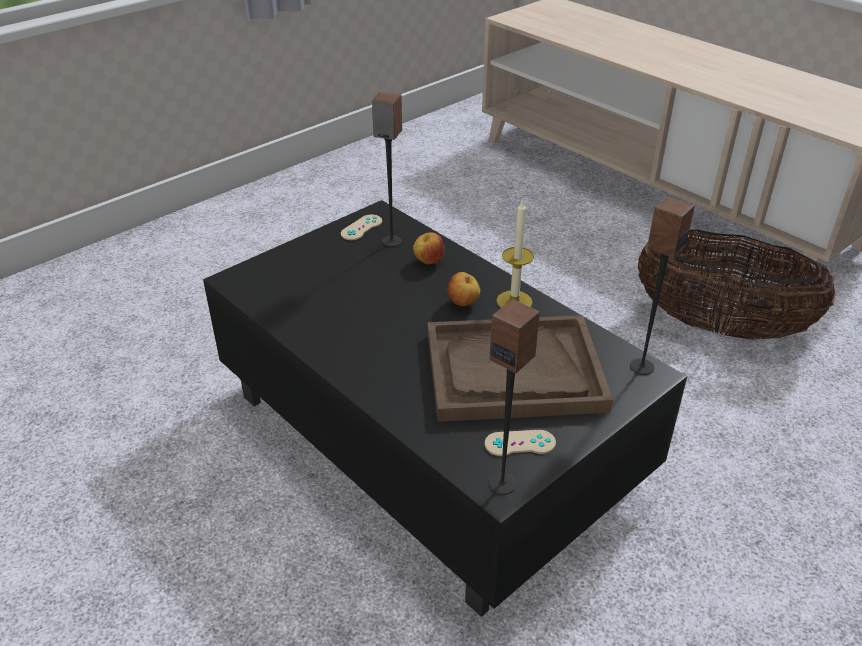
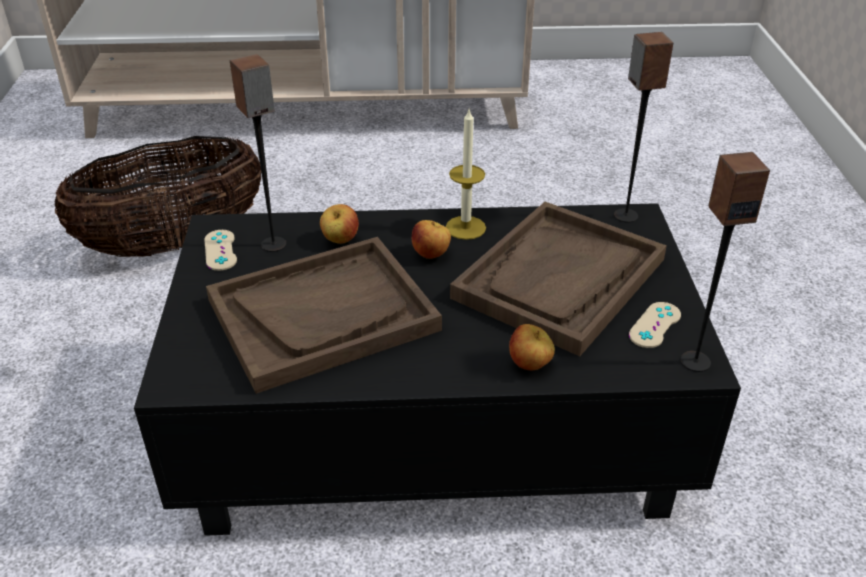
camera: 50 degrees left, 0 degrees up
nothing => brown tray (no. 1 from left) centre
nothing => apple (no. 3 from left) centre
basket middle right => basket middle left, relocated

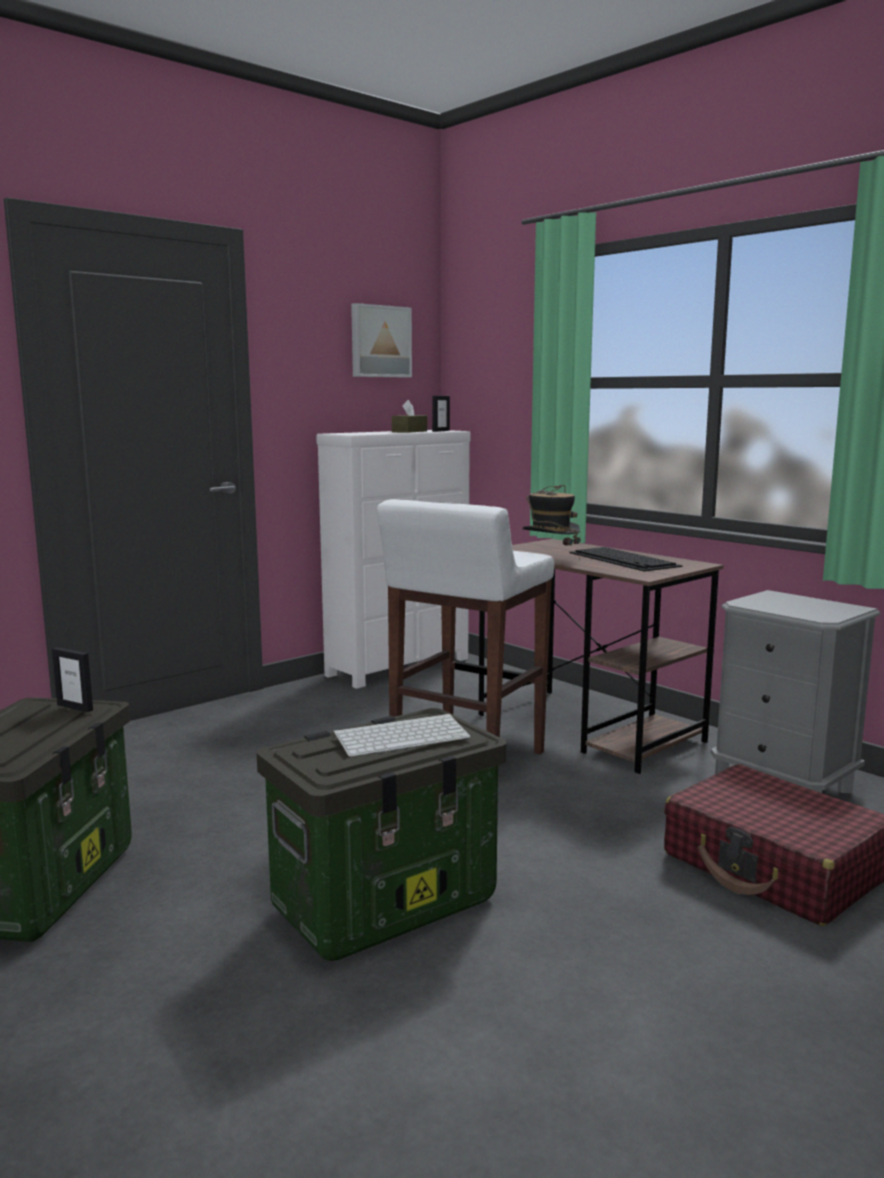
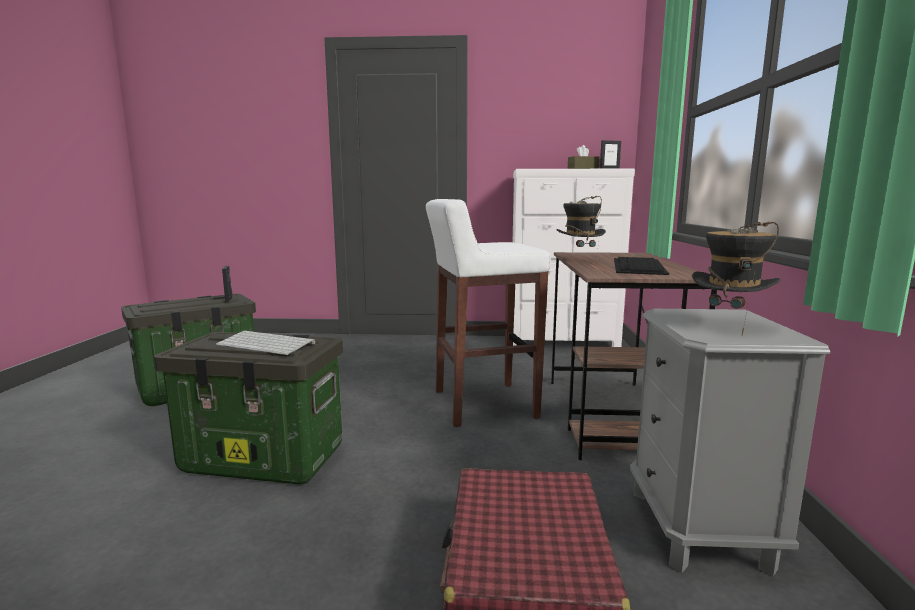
camera: 45 degrees right, 0 degrees up
picture top centre => nothing
nothing => hat (no. 2 from left) middle right

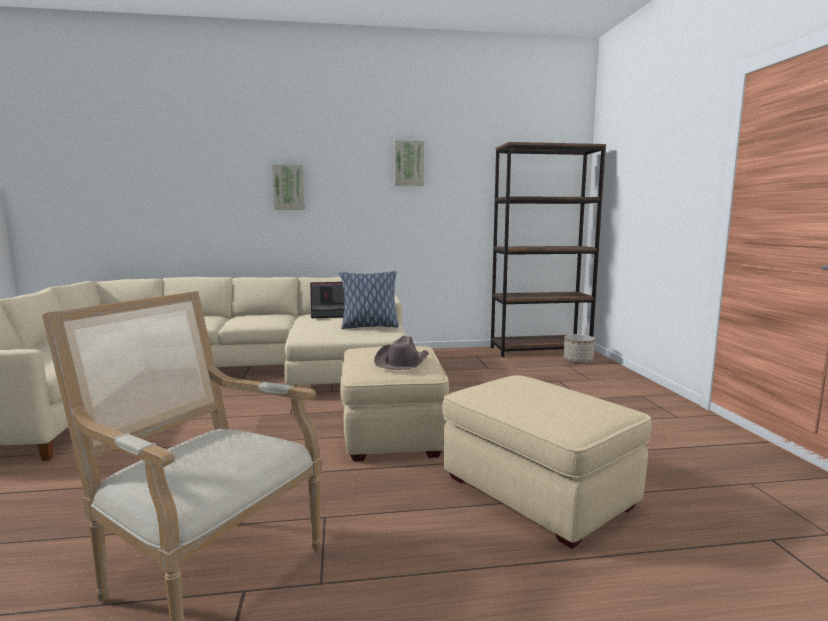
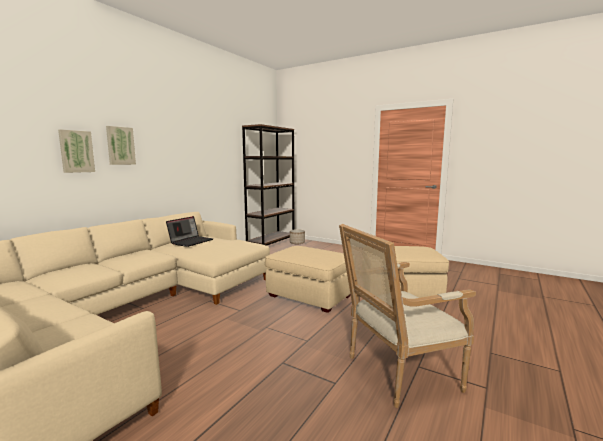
camera: 50 degrees left, 0 degrees up
pillow centre => nothing
brown hat centre => nothing
picture (no. 2 from left in the first image) top centre => picture (no. 1 from left) middle left, relocated

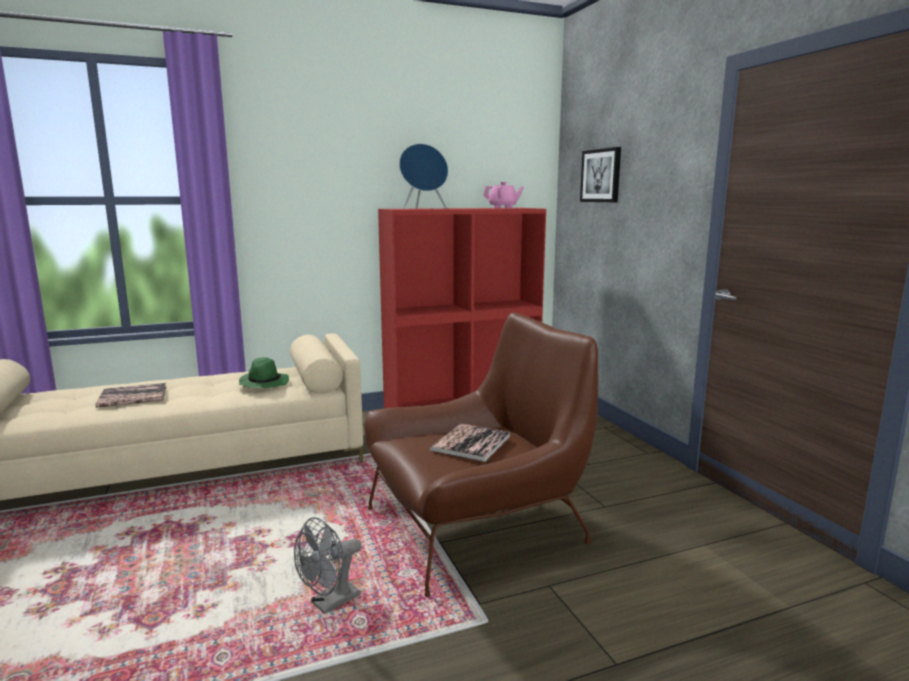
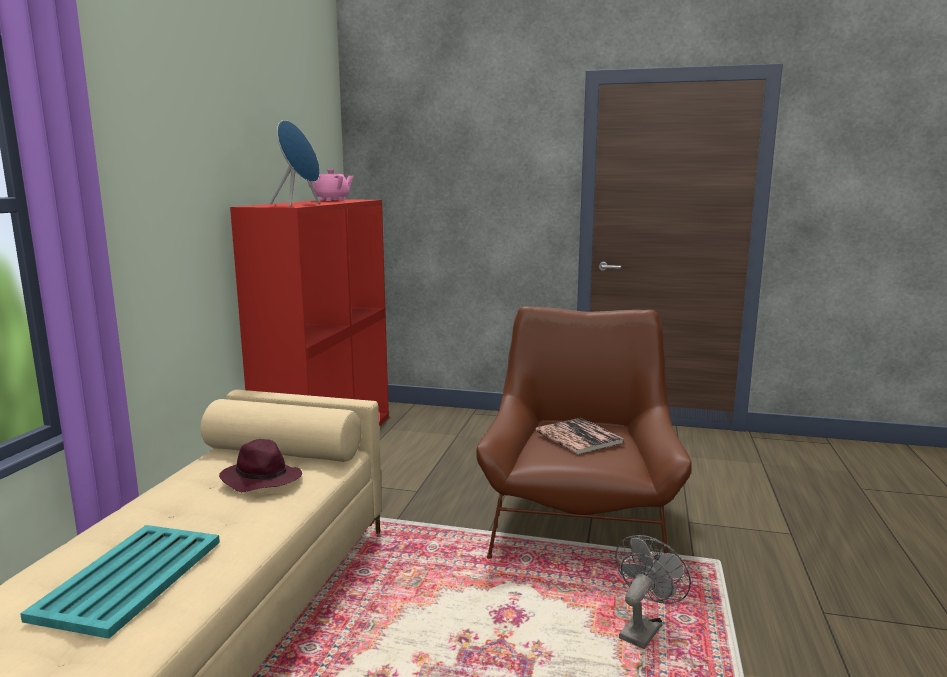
camera: 55 degrees left, 0 degrees up
picture top centre => nothing
book (no. 1 from left) middle left => turquoise tray bottom left
green hat middle left => purple hat bottom left
grey fan bottom centre => grey fan bottom right, 135 degrees counterclockwise

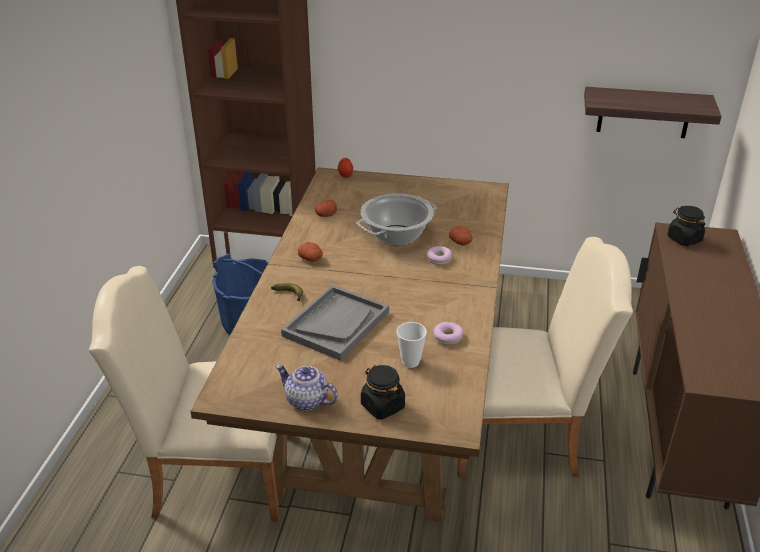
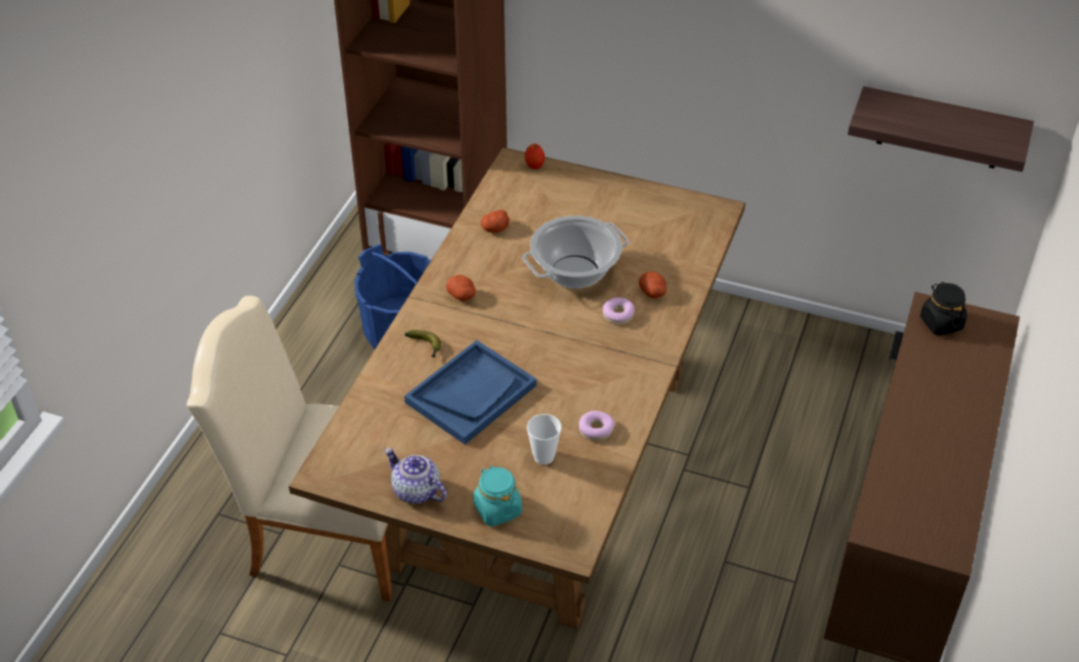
camera: 10 degrees right, 10 degrees up
beige chair (no. 2 from left) middle right => nothing
grey tray centre => blue tray centre
black jar (no. 1 from left) bottom centre => turquoise jar bottom centre

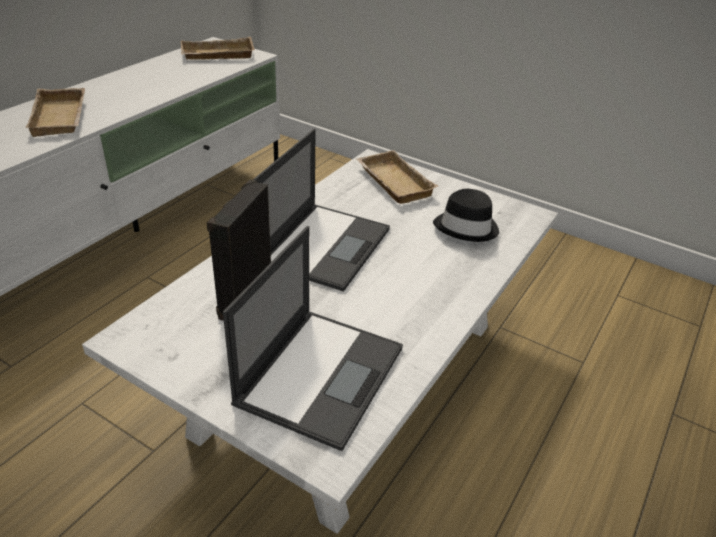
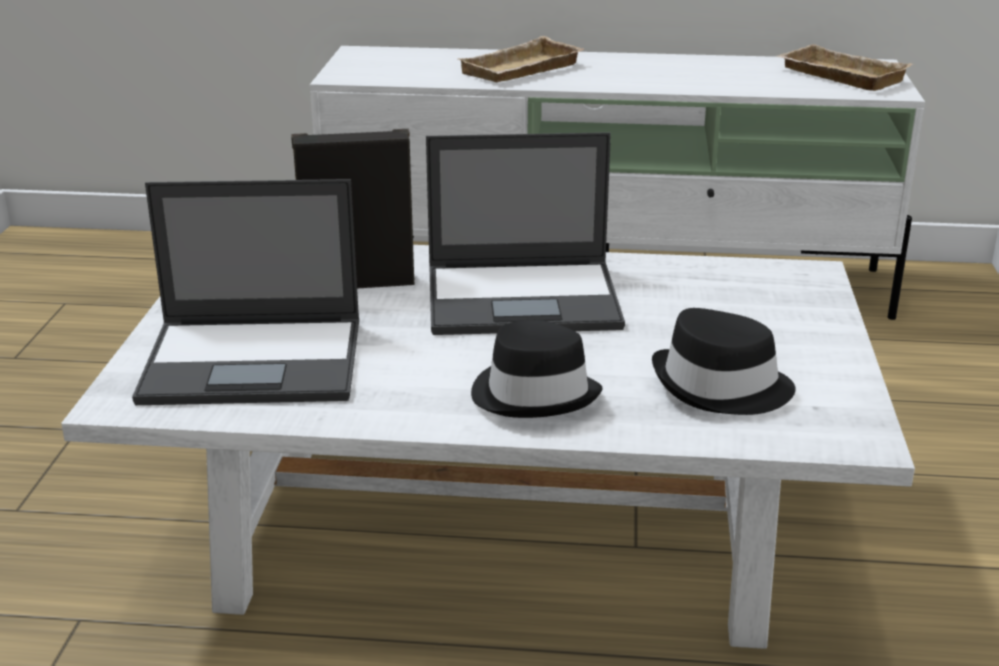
camera: 65 degrees right, 10 degrees down
beige tray (no. 3 from left) top centre => nothing
nothing => black hat (no. 1 from left) centre

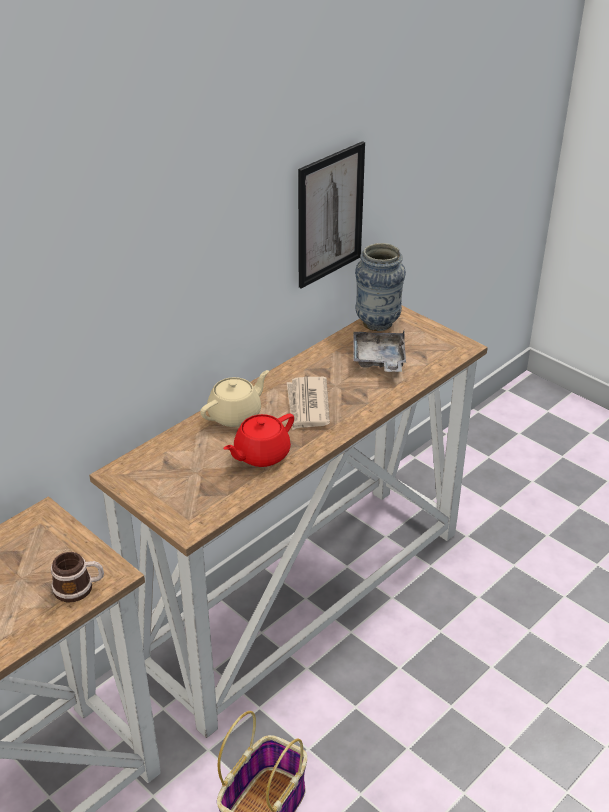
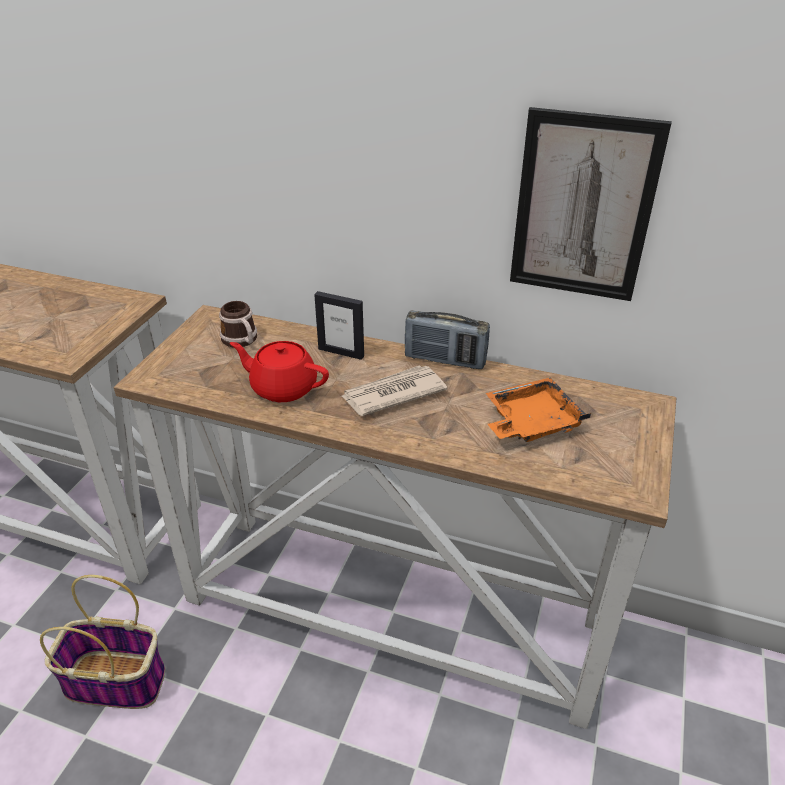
camera: 65 degrees right, 0 degrees up
vase centre => nothing
nothing => radio centre
mug bottom left => mug middle left, relocated
beige teapot centre => picture frame centre
grey tray centre => orange tray middle right

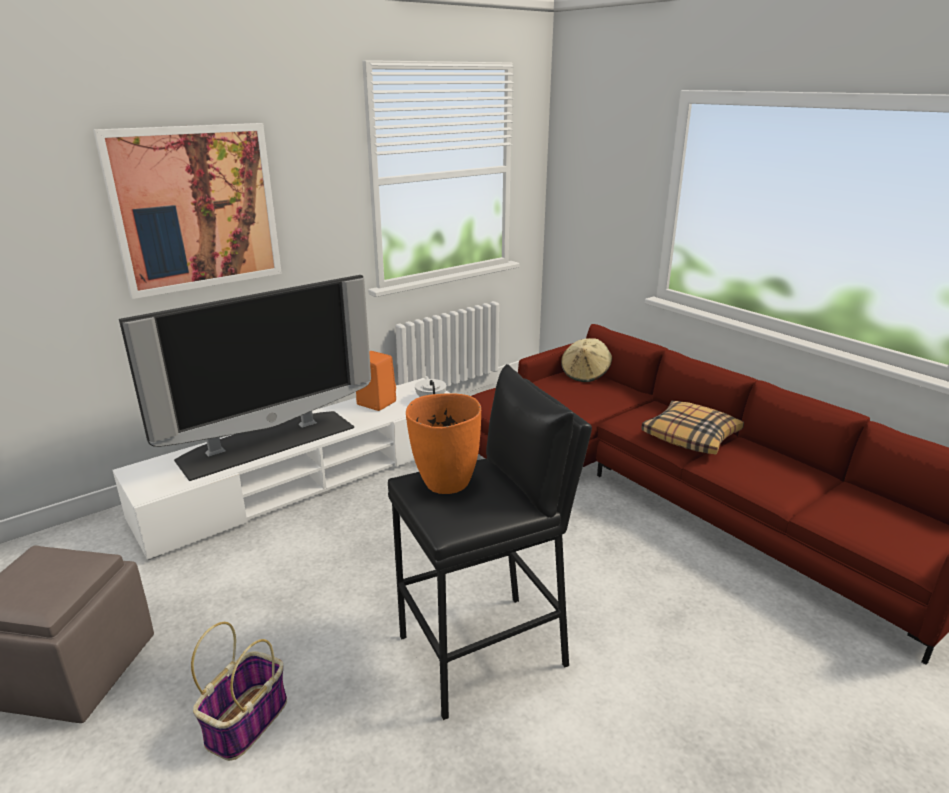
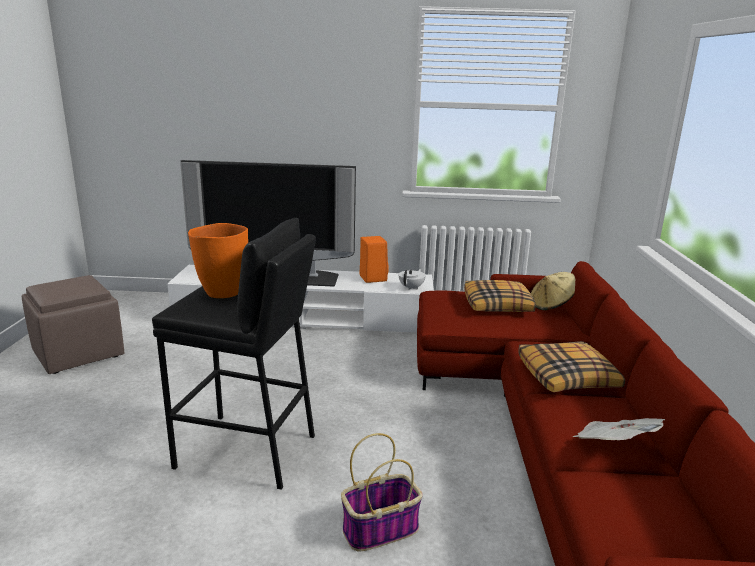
camera: 40 degrees right, 5 degrees down
picture top left => nothing
nothing => pillow (no. 1 from left) centre
nothing => newspaper bottom right
basket bottom left => basket bottom centre, relocated

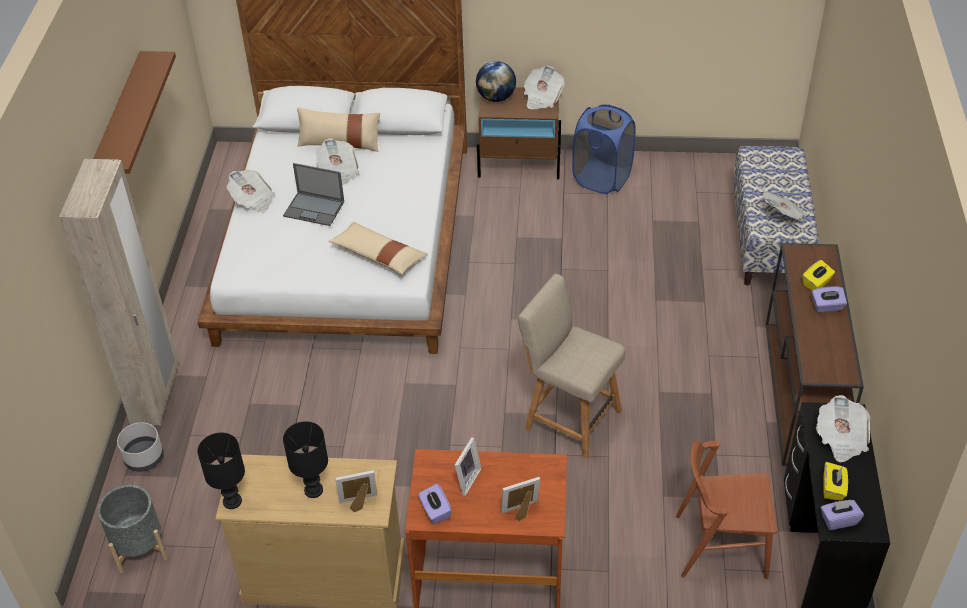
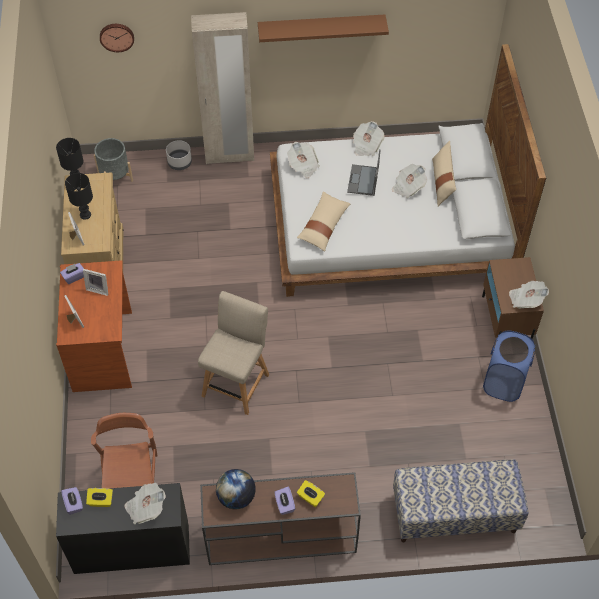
camera: 80 degrees right, 10 degrees up
nothing => wall clock top left
globe top centre => globe bottom centre, relocated
newspaper (no. 4 from left in the first image) middle right => newspaper (no. 2 from left) top centre, relocated

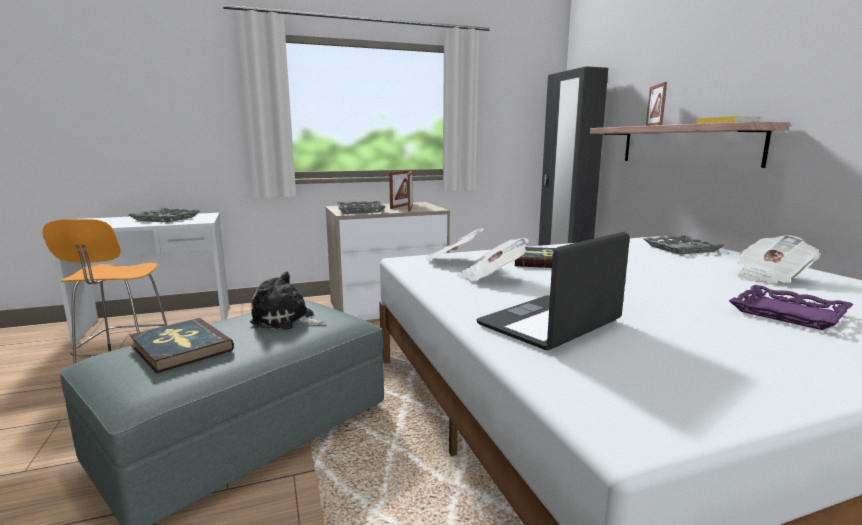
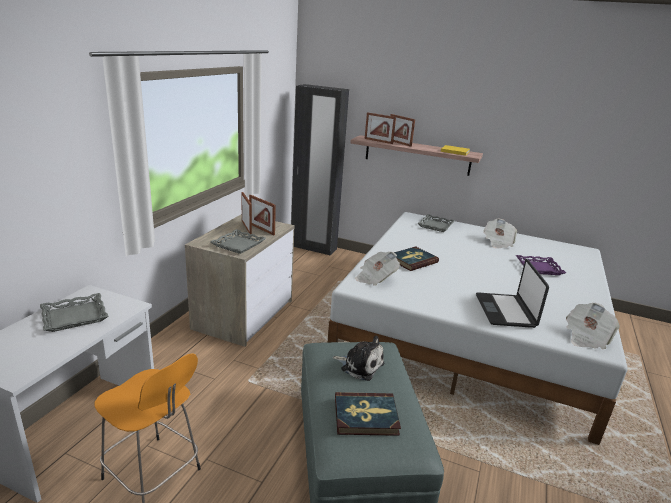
camera: 50 degrees left, 10 degrees up
nothing => picture frame (no. 3 from left) top centre
newspaper (no. 2 from left in the first image) centre => newspaper (no. 3 from left) middle right, relocated
plush toy middle left => plush toy bottom centre, 120 degrees counterclockwise

